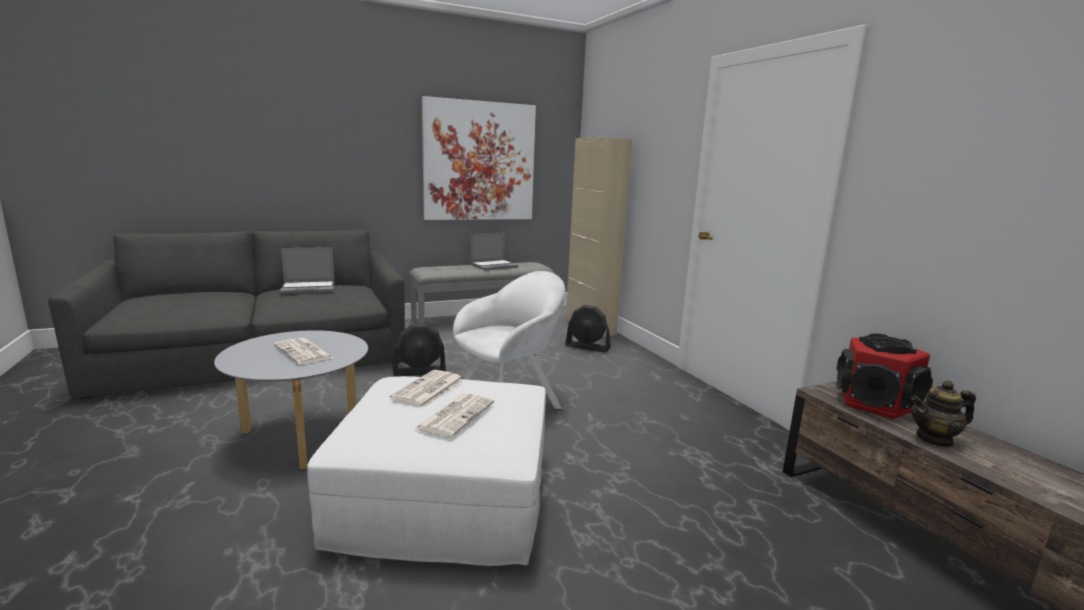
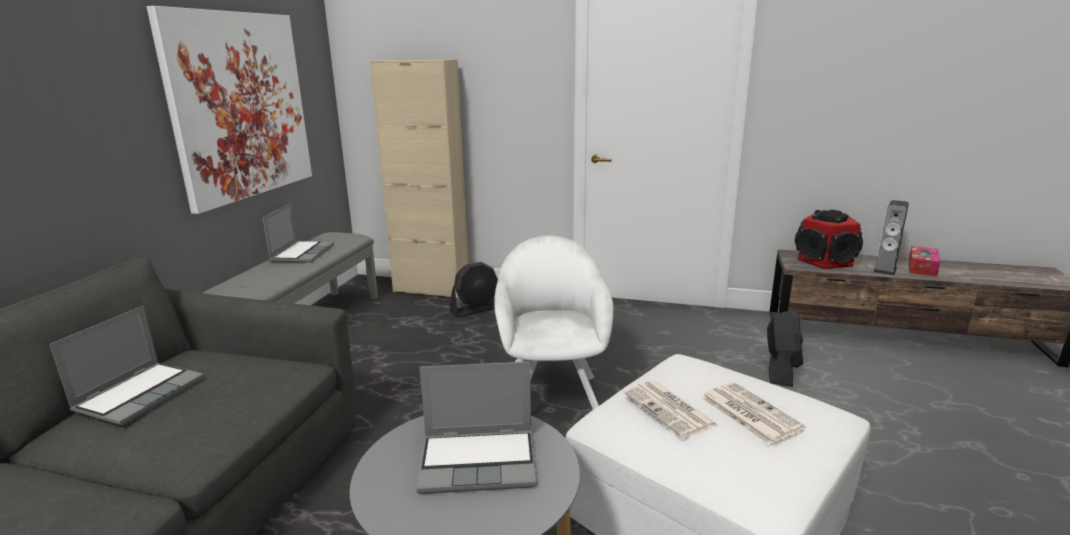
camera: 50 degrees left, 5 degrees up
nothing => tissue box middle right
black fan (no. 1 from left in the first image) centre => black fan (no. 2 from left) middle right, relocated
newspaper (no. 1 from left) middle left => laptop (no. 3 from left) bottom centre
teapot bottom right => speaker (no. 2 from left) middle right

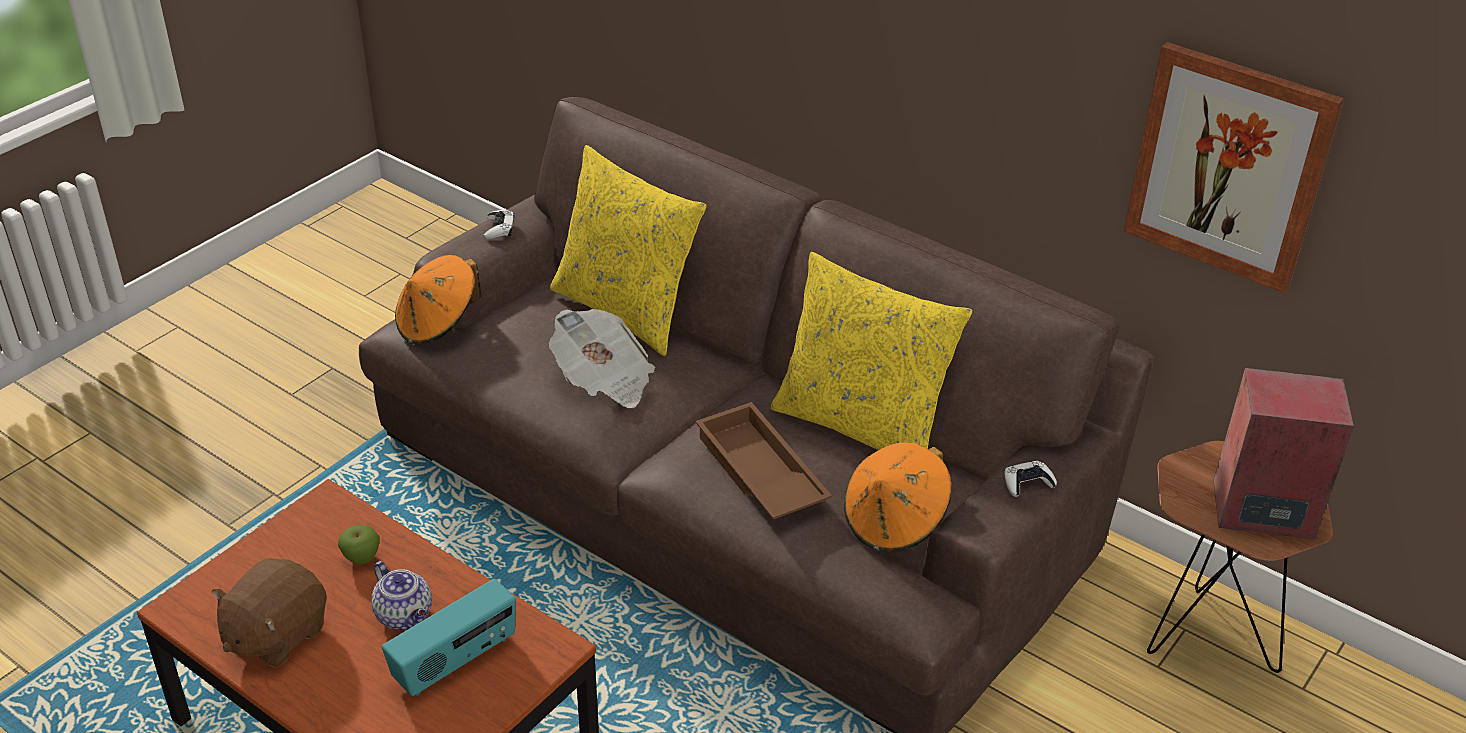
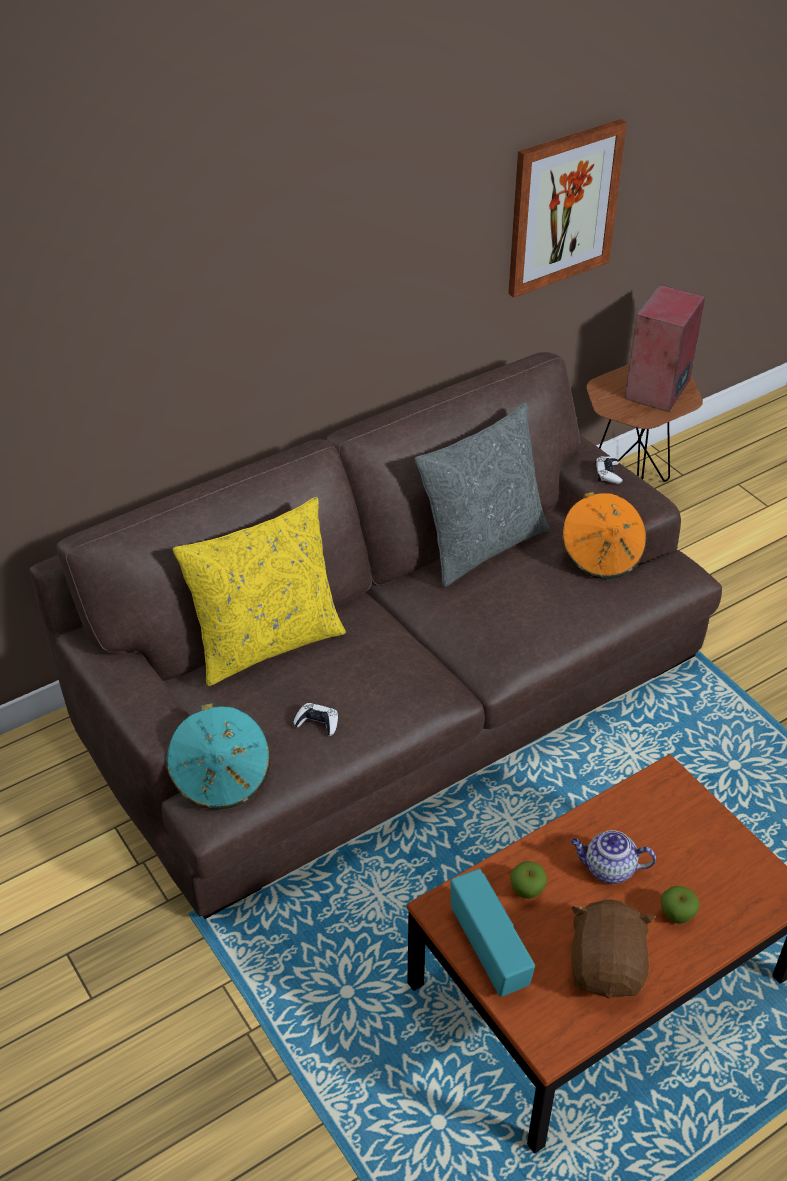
camera: 70 degrees left, 5 degrees up
newspaper centre => nothing
brown tray centre => nothing
nothing => apple (no. 2 from left) bottom right
radio bottom left => radio bottom centre, relocated
white game controller (no. 1 from left) top centre => white game controller (no. 1 from left) centre, relocated
orange hat (no. 1 from left) middle left => turquoise hat middle left
yellow pillow (no. 2 from left) centre => grey pillow centre
brown plush toy bottom left => brown plush toy bottom right, 135 degrees counterclockwise
teapot bottom left => teapot bottom right, 150 degrees counterclockwise

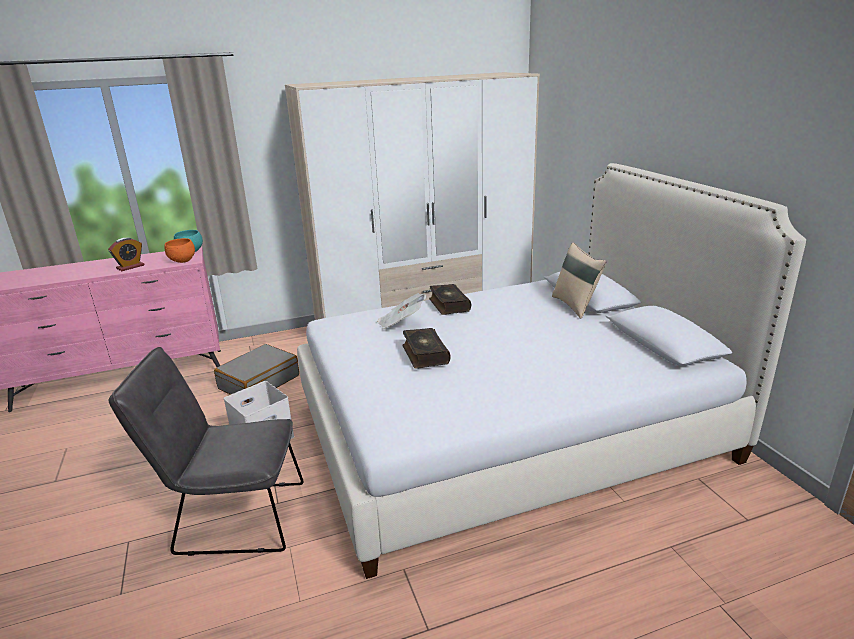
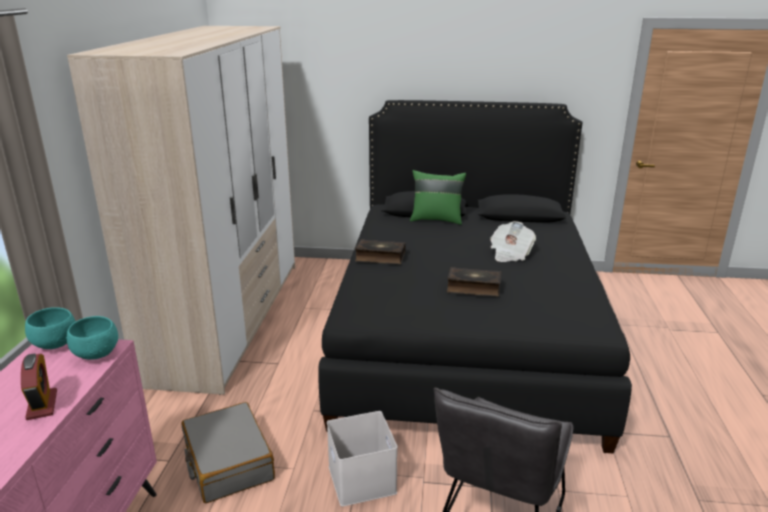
camera: 65 degrees left, 0 degrees up
newspaper centre => newspaper middle right, relocated
orange bowl middle left => turquoise bowl (no. 2 from left) middle left
white bed centre => black bed centre
beige pillow middle right => green pillow centre

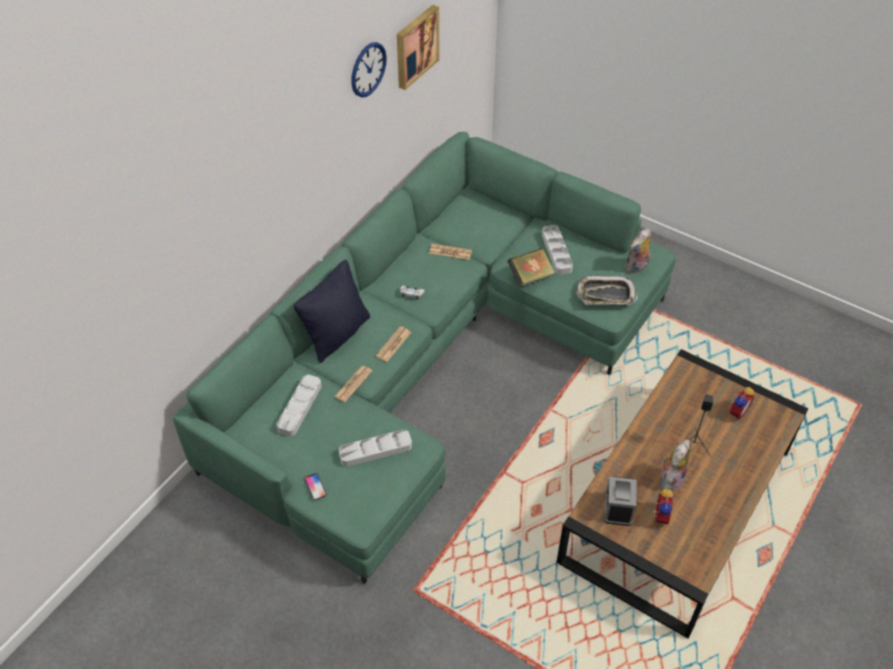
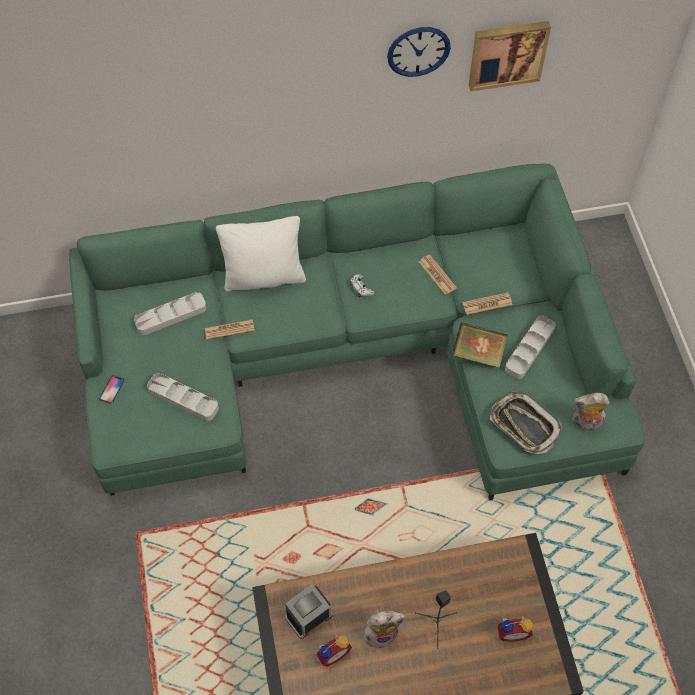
camera: 45 degrees right, 10 degrees up
newspaper (no. 2 from left in the first image) centre => newspaper (no. 3 from left) middle right, relocated
black pillow centre => white pillow centre

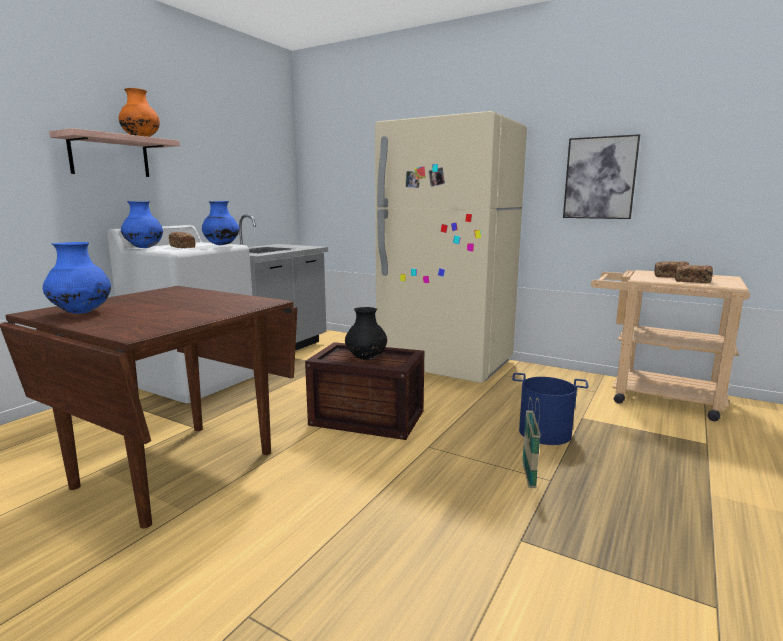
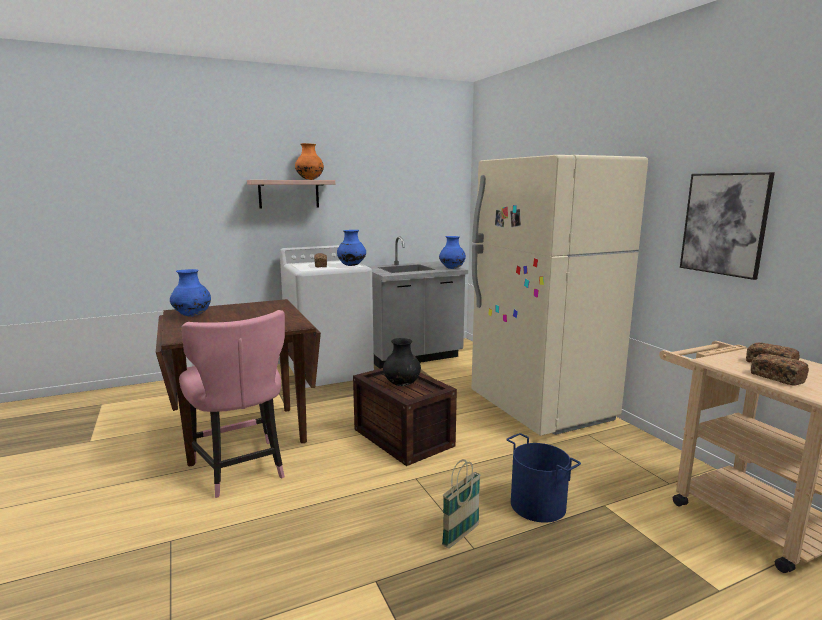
camera: 35 degrees right, 0 degrees up
nothing => pink chair middle left
blue vase (no. 2 from left in the first image) middle left => blue vase (no. 3 from left) centre, relocated

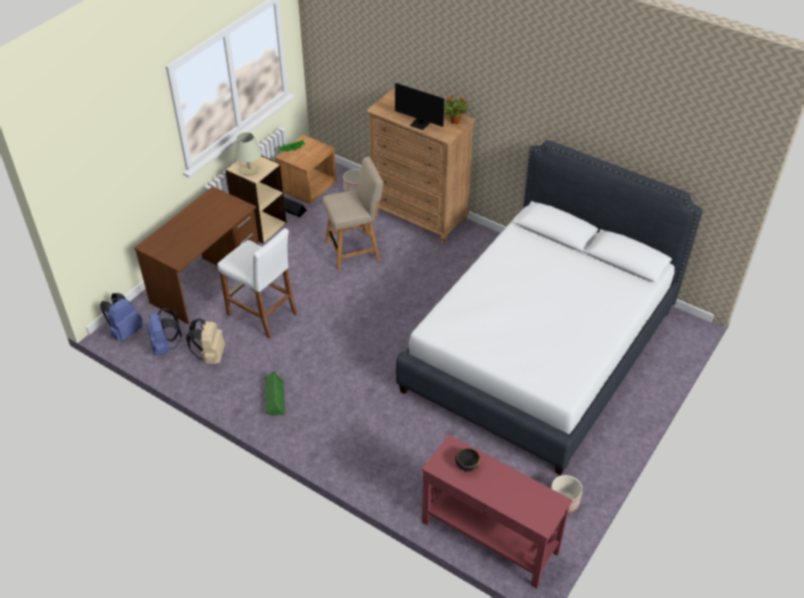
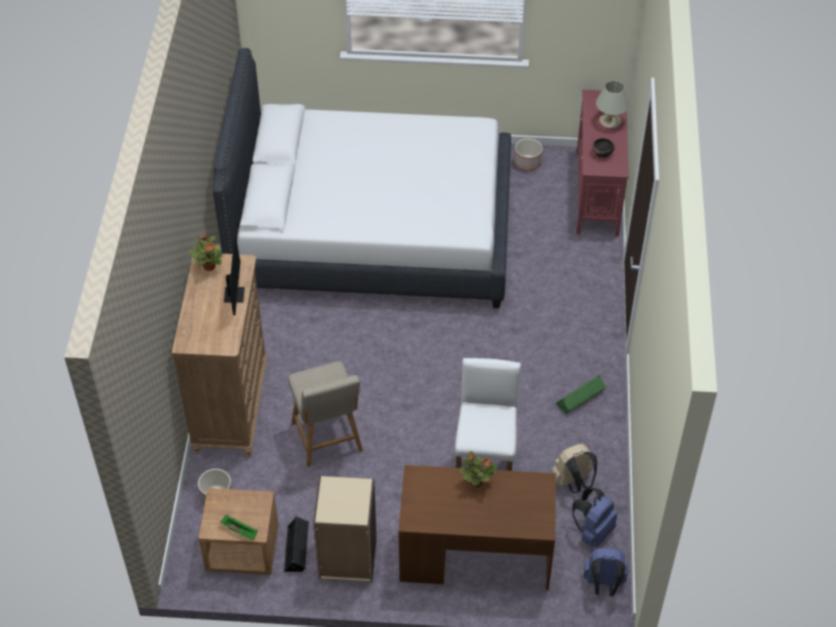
camera: 120 degrees left, 5 degrees up
nothing => potted plant (no. 2 from left) bottom centre
beige table lamp top left => beige table lamp top right, relocated
beige chair centre, 150 degrees counterclockwise

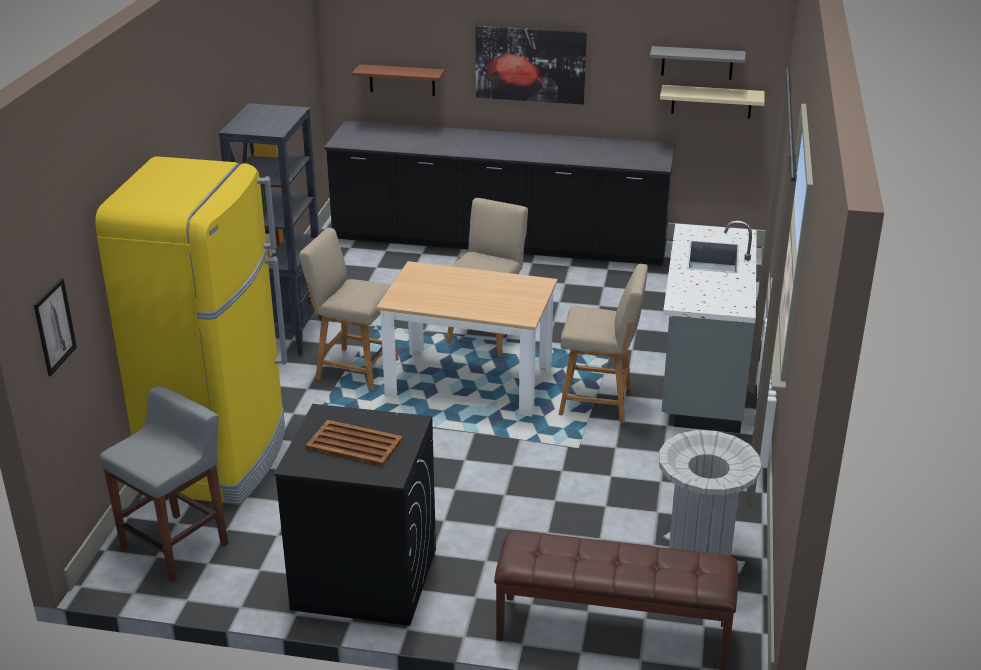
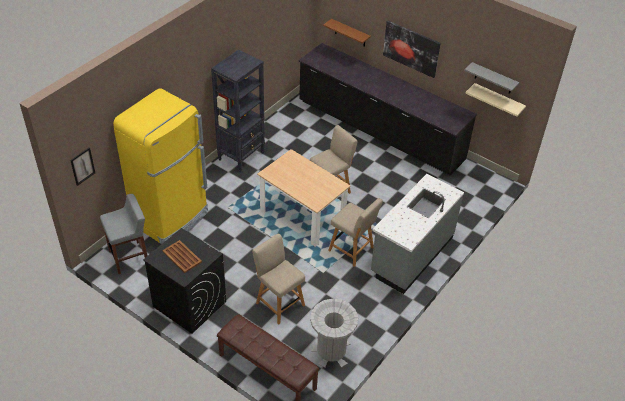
camera: 25 degrees right, 15 degrees up
beige chair (no. 1 from left) centre => beige chair (no. 1 from left) bottom centre, relocated

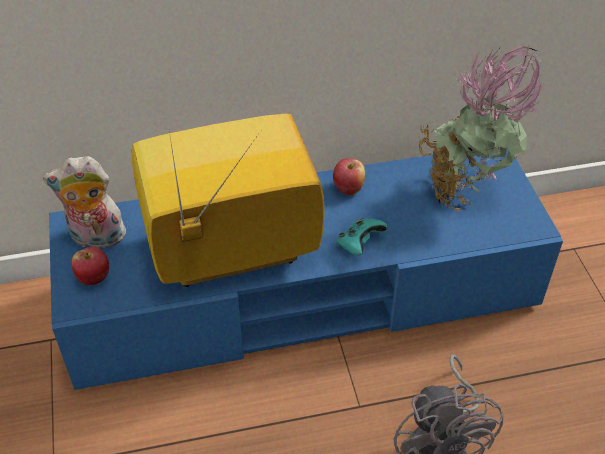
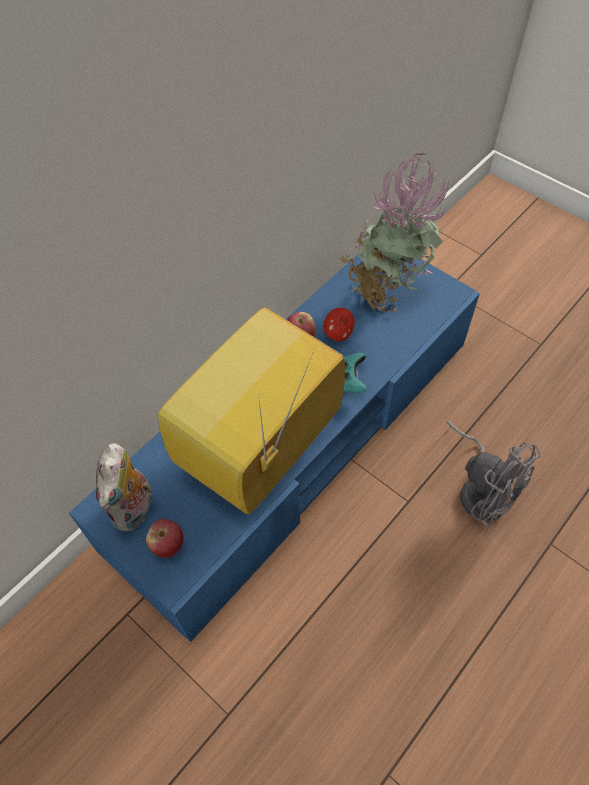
camera: 35 degrees left, 10 degrees up
nothing => apple (no. 3 from left) centre
plush toy middle left, 45 degrees counterclockwise

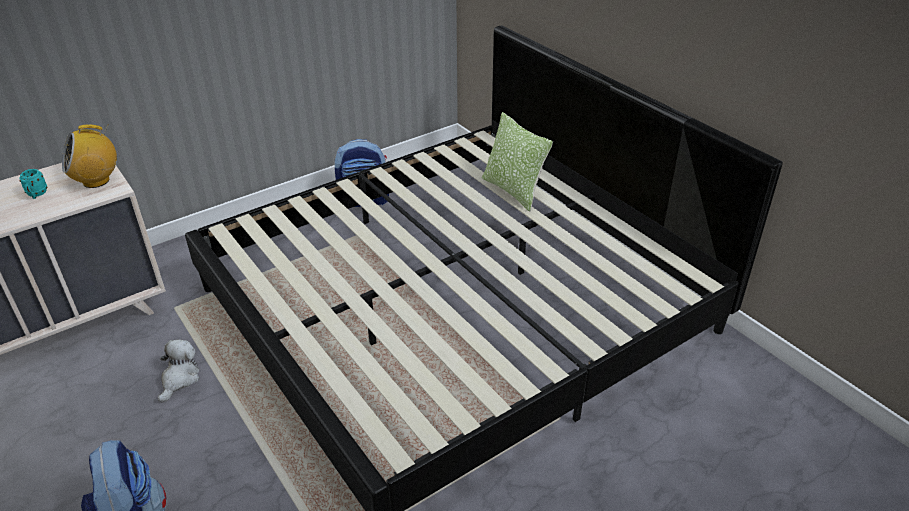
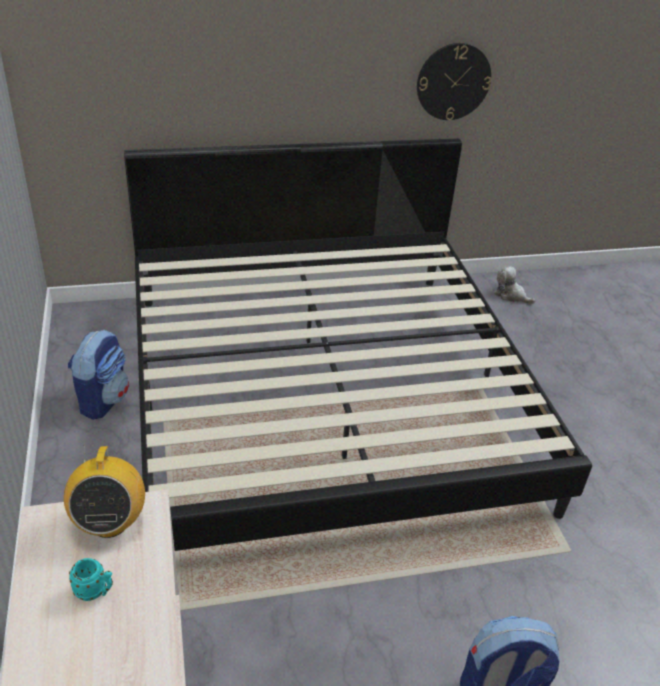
camera: 70 degrees left, 0 degrees up
pillow top centre => nothing
nothing => wall clock top right
plush toy bottom left => plush toy middle right, relocated

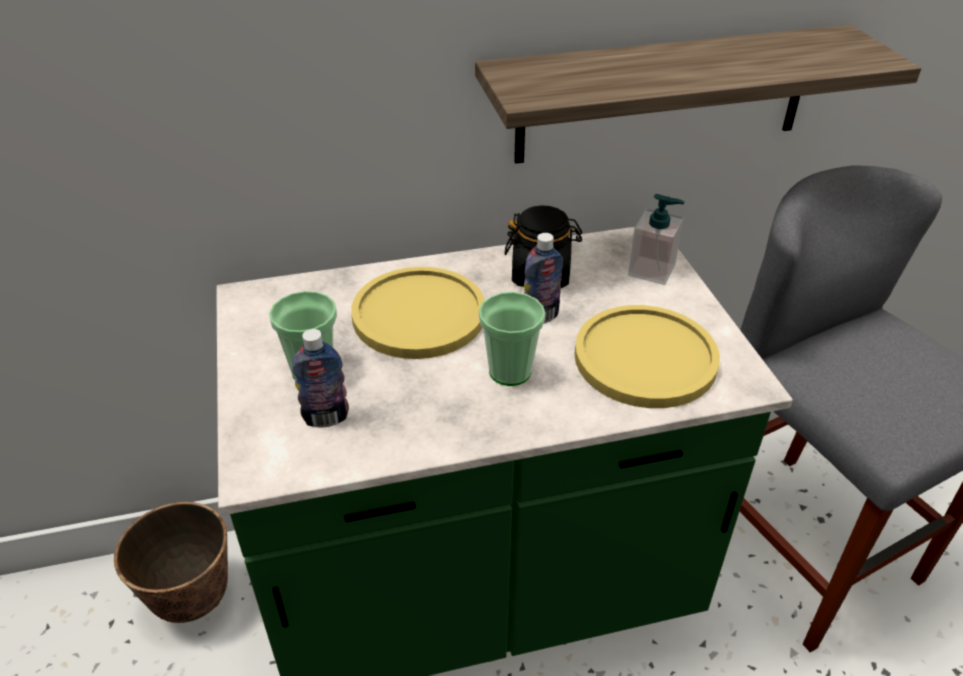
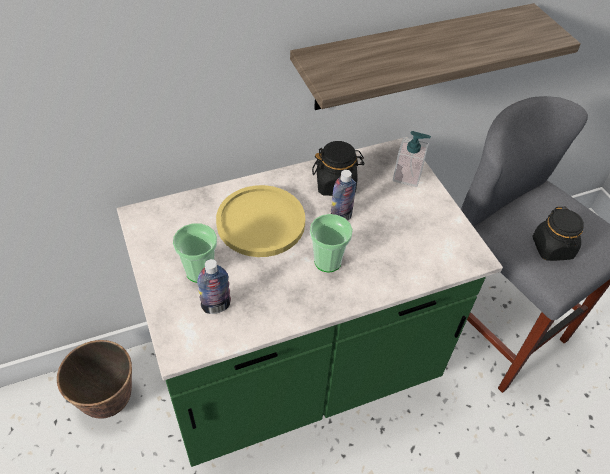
camera: 10 degrees left, 10 degrees up
yellow plate (no. 2 from left) middle right => nothing
nothing => black jar (no. 2 from left) middle right

